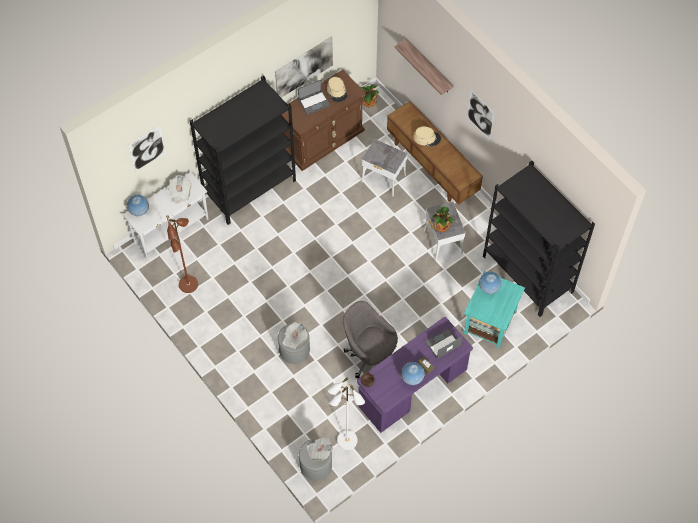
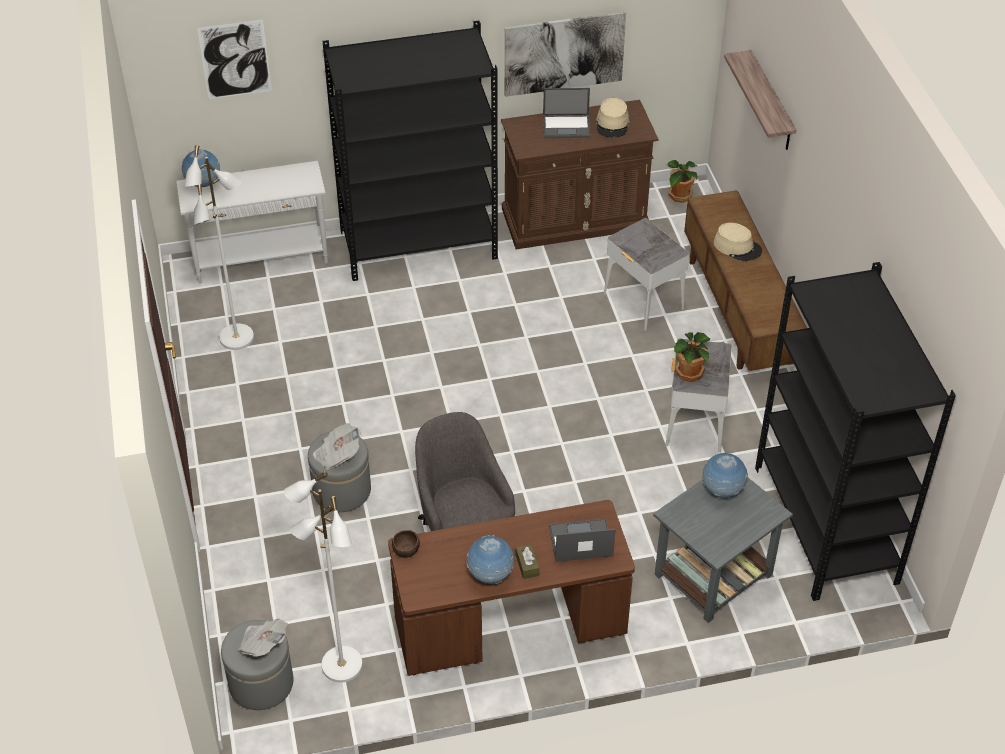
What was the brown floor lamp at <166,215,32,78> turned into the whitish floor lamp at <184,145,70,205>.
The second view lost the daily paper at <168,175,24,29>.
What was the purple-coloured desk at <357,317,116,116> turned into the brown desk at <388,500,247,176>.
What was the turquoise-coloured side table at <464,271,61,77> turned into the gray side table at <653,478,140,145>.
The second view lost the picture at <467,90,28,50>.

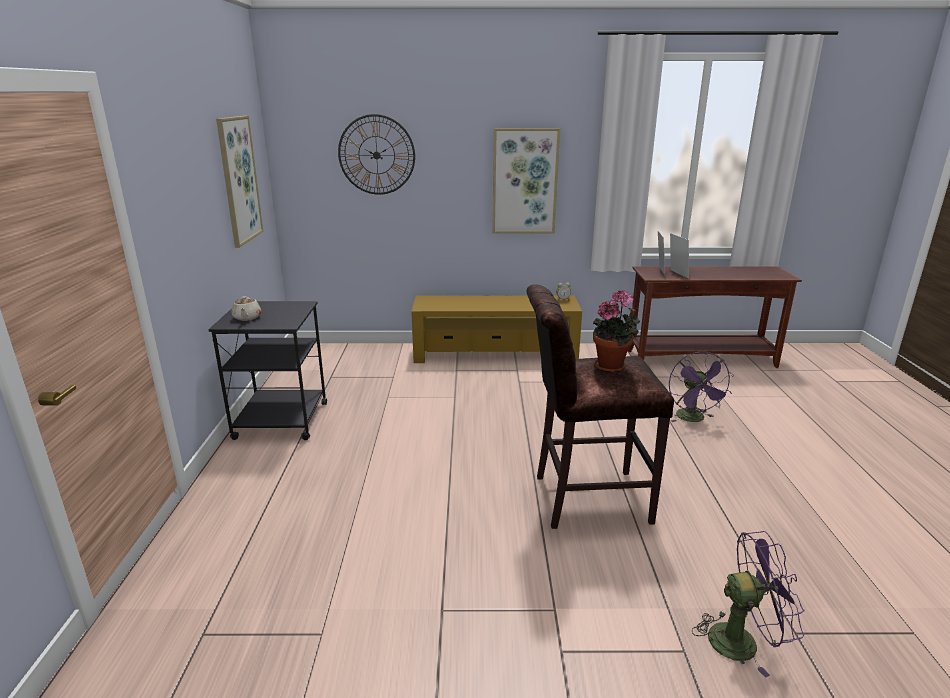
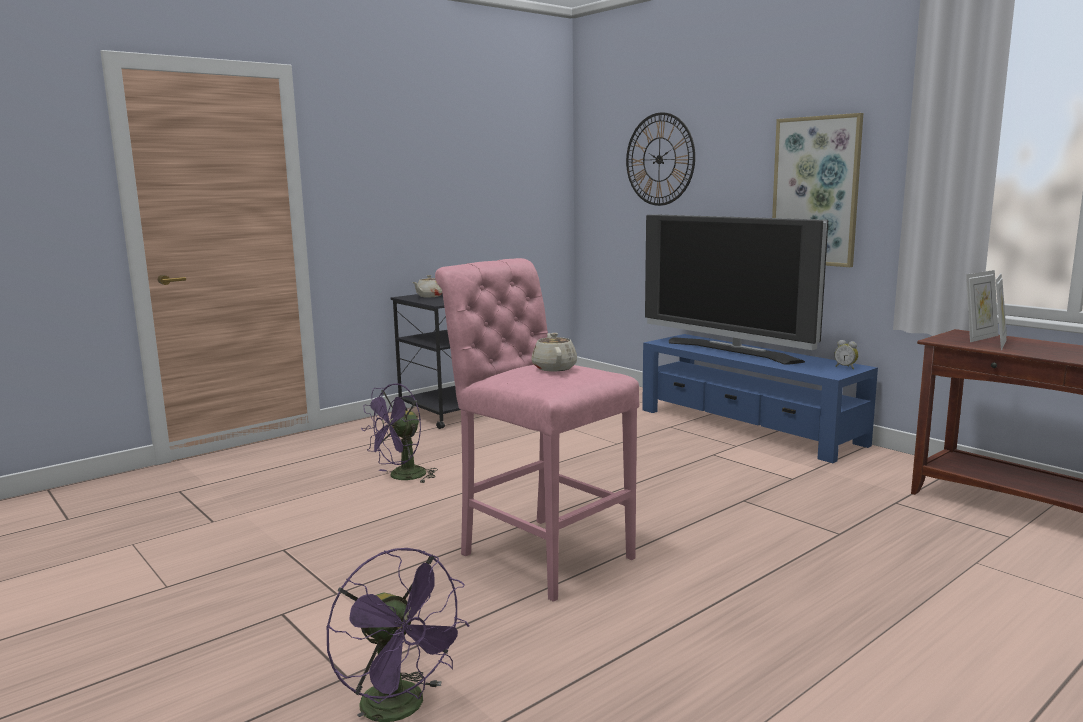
The second view lost the picture at <216,116,48,132>.
What was the yellow-coloured tv unit at <411,295,171,68> turned into the bluish tv unit at <642,334,236,129>.
What was the brown stool seat at <527,284,147,245> turned into the pink stool seat at <435,258,204,344>.
Where the potted plant stood at <593,290,47,83>, the beige teapot came to stand at <531,333,46,38>.
The purple-coloured electric fan ended up elsewhere, having gone from <669,351,65,71> to <361,383,77,100>.
The second view gained the television at <645,214,183,151>.

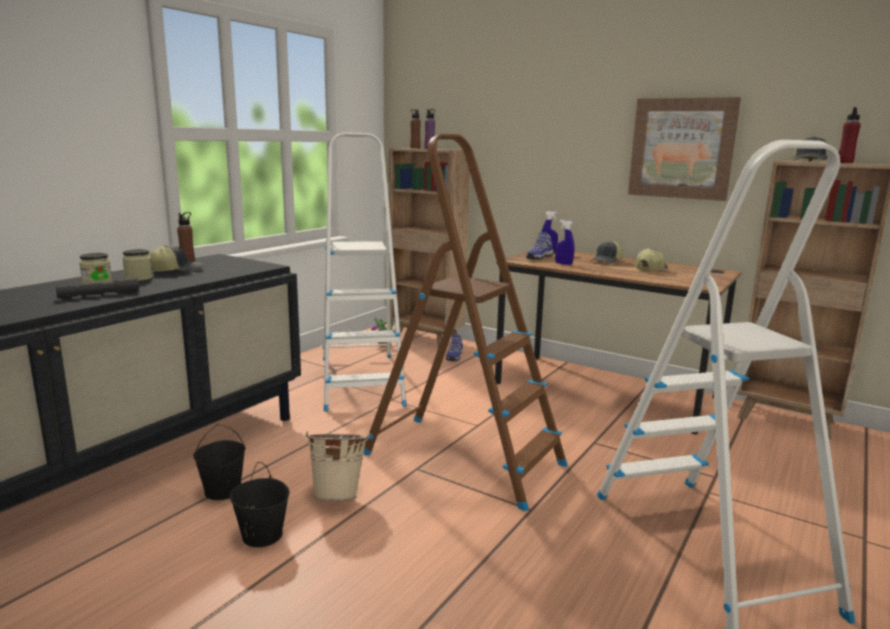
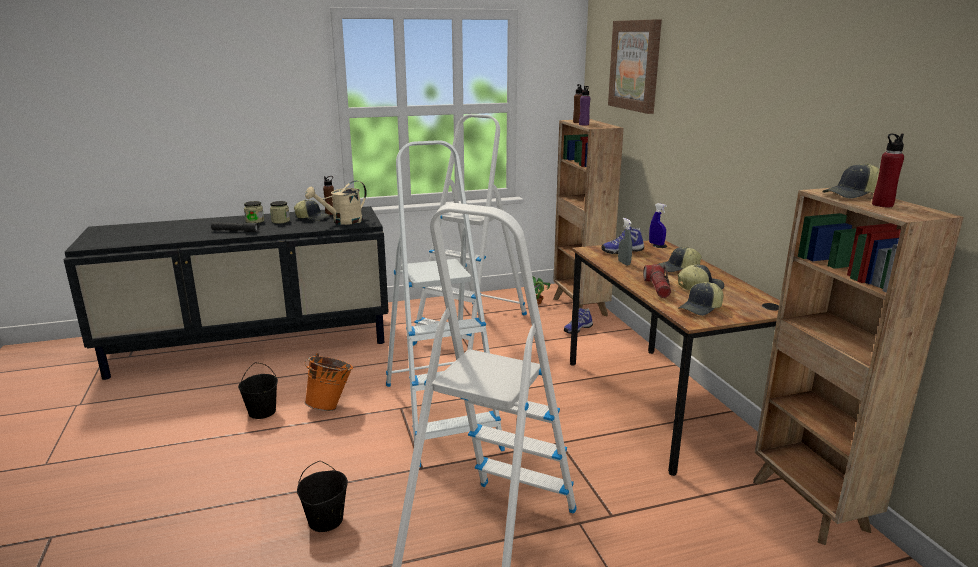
The black pail ended up elsewhere, having gone from <193,424,53,76> to <297,461,51,71>.
What was the beige pail at <305,431,65,70> turned into the orange-coloured pail at <305,353,48,58>.
What was the brown stepladder at <364,134,204,377> turned into the whitish stepladder at <386,140,119,327>.
What was the bluish sprayer at <555,220,19,45> turned into the gray sprayer at <618,218,14,48>.
The picture ended up elsewhere, having gone from <628,97,113,104> to <608,19,54,95>.
The second view gained the beige watering can at <305,181,62,44>.
The second view gained the torch at <643,264,28,34>.
The second view gained the peaked cap at <679,282,45,34>.

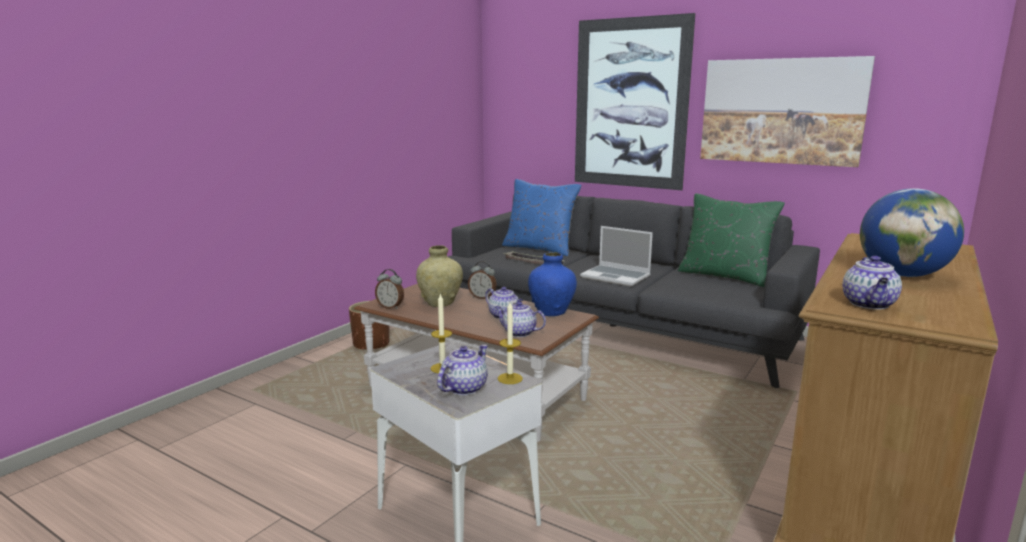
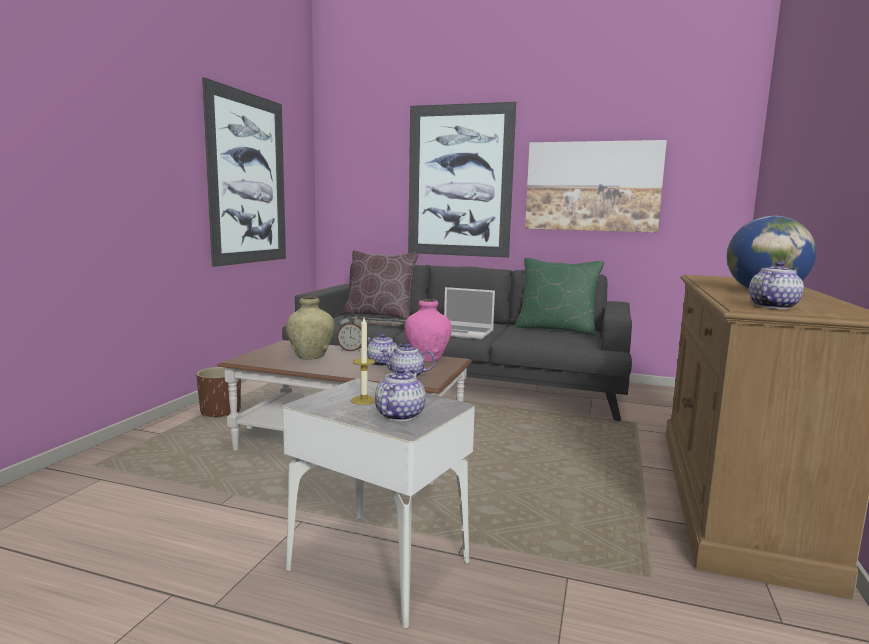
The second view lost the alarm clock at <375,269,29,40>.
The second view lost the wax candle at <498,302,25,82>.
What was the bluish cushion at <502,179,80,77> turned into the brown cushion at <342,250,77,69>.
What was the bluish flower vase at <528,252,49,64> turned into the pink flower vase at <404,299,48,63>.
The teapot at <842,256,60,54> ended up facing another way, 135 degrees counterclockwise from before.
The second view gained the picture at <202,77,84,190>.

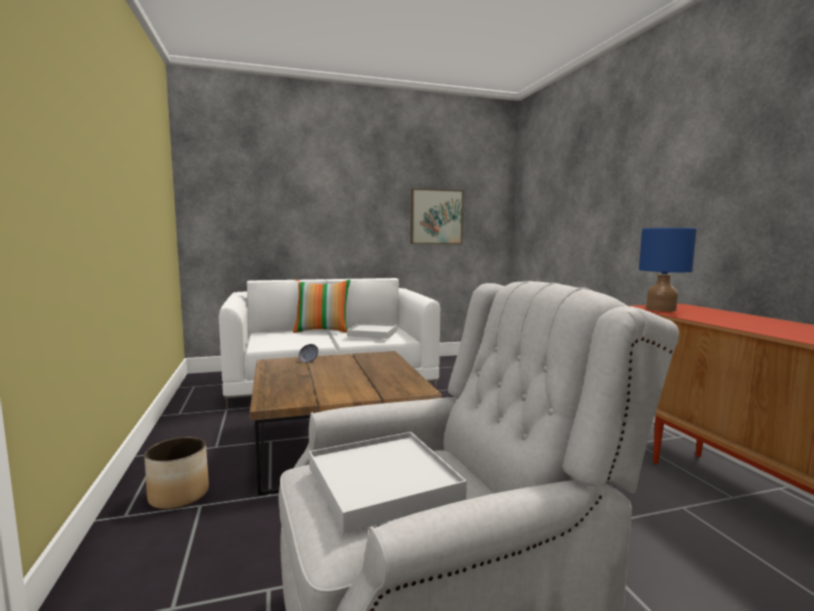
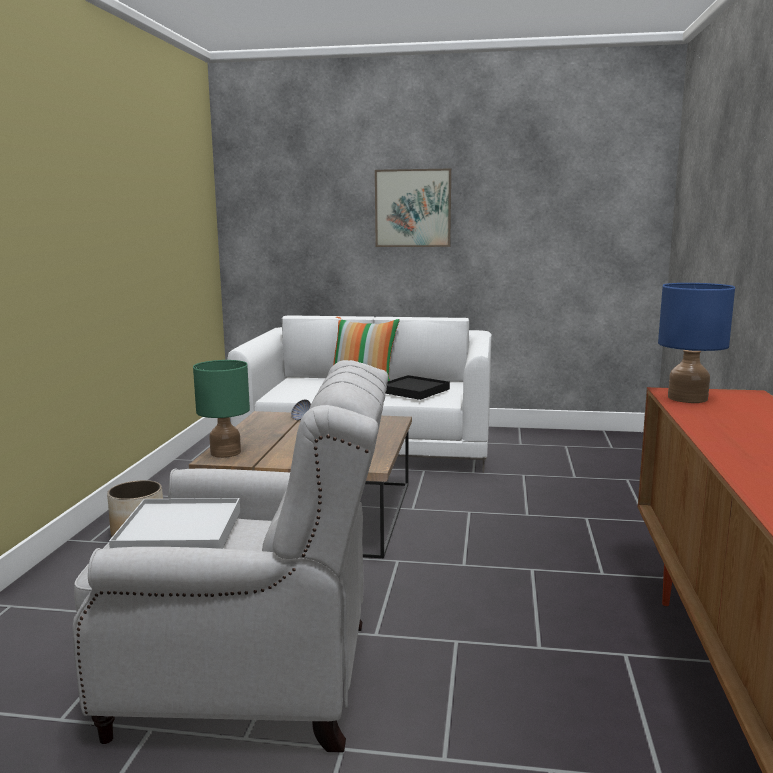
What was the whitish carrying tray at <347,323,51,16> turned into the black carrying tray at <385,375,65,25>.
The picture ended up elsewhere, having gone from <411,188,53,56> to <375,168,76,79>.
The second view gained the green-coloured lamp for a table at <193,360,57,98>.

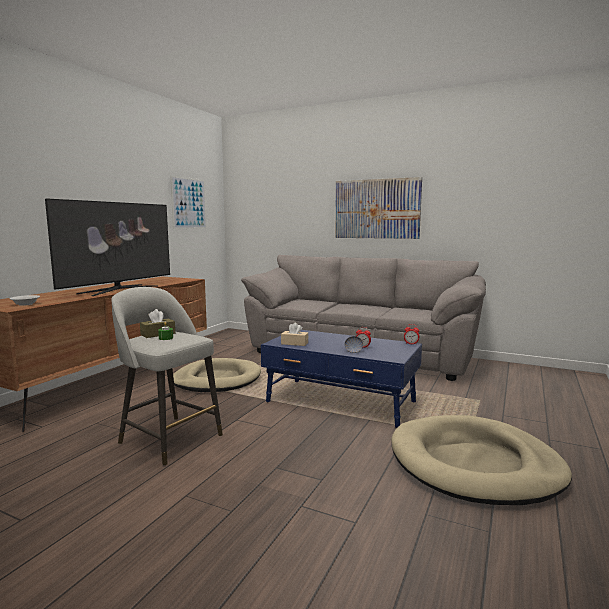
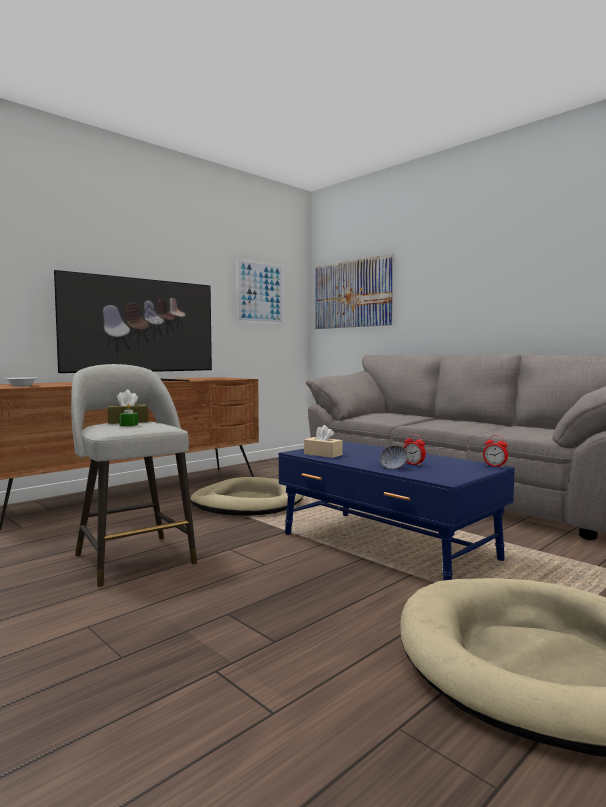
The picture ended up elsewhere, having gone from <335,177,87,62> to <315,254,78,75>.

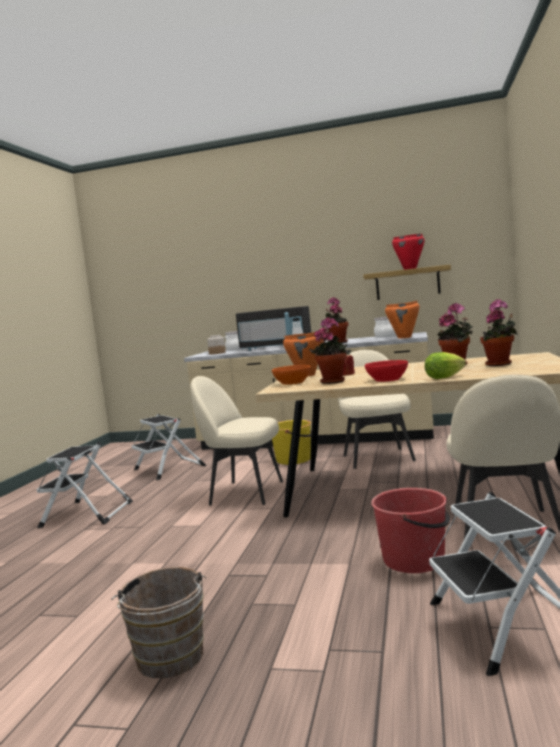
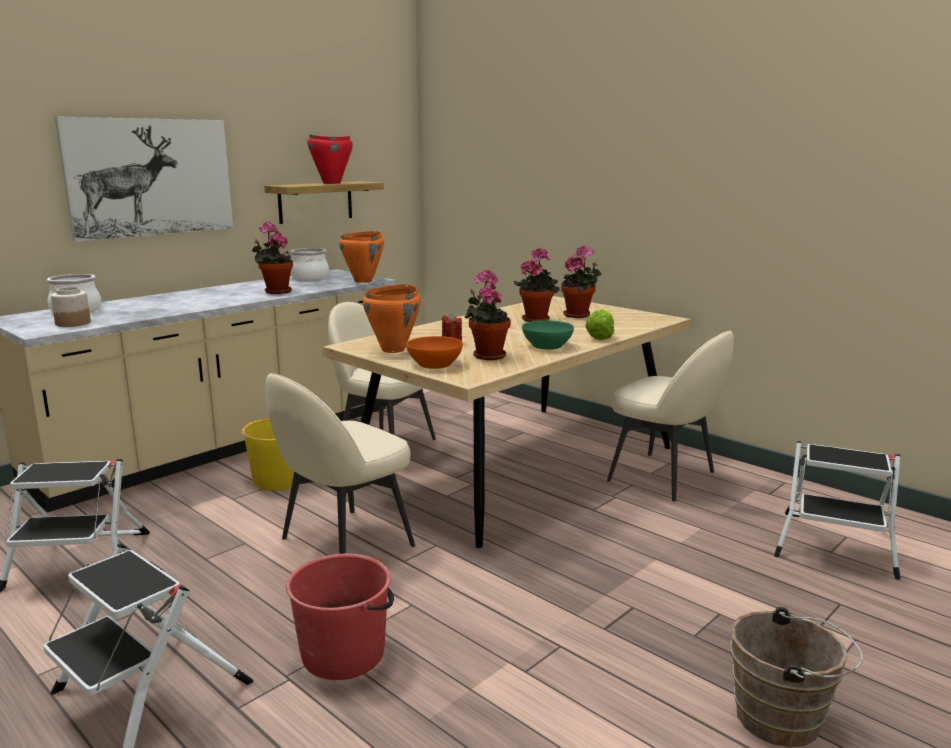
The second view lost the black microwave at <236,306,75,45>.
What was the red serving bowl at <365,360,43,22> turned into the green-coloured serving bowl at <522,320,52,30>.
The red pail ended up elsewhere, having gone from <371,488,79,85> to <286,554,108,126>.
The second view gained the picture at <55,117,178,125>.

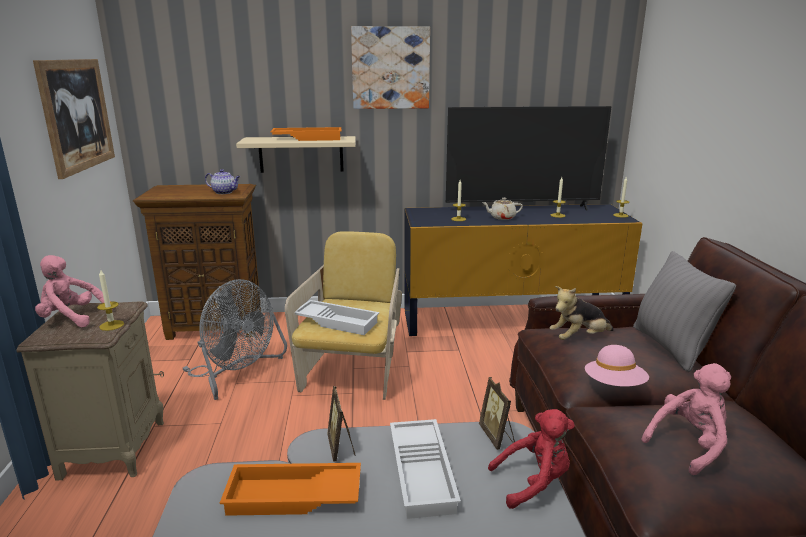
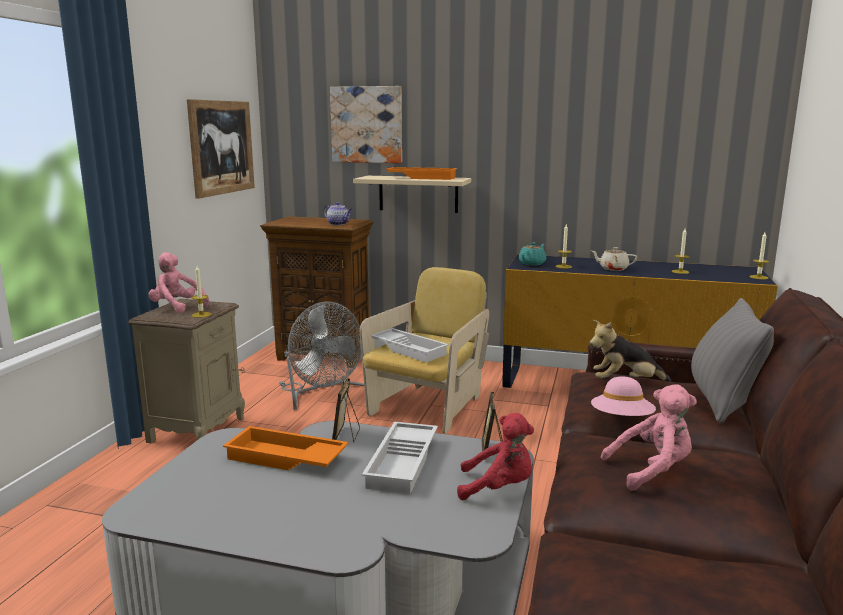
The picture ended up elsewhere, having gone from <351,26,79,83> to <330,86,72,77>.
The second view lost the television at <446,106,166,107>.
The second view gained the turquoise-coloured teapot at <519,242,27,23>.

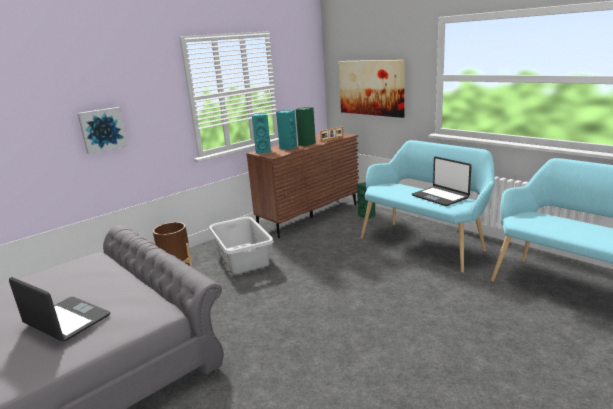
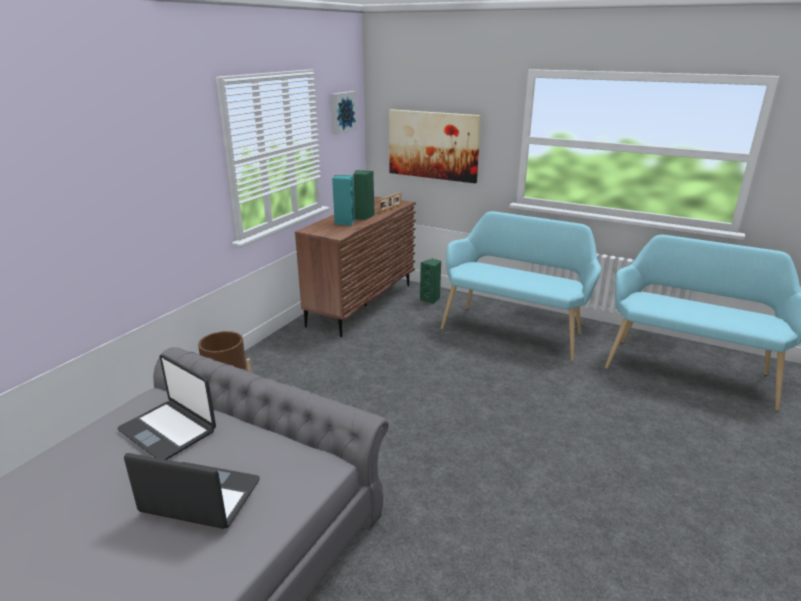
The picture ended up elsewhere, having gone from <77,107,51,47> to <331,91,26,44>.
The second view lost the gray washing basket at <209,217,65,57>.
The second view lost the turquoise-coloured loudspeaker at <252,113,19,41>.
The laptop ended up elsewhere, having gone from <412,157,59,49> to <118,354,98,106>.

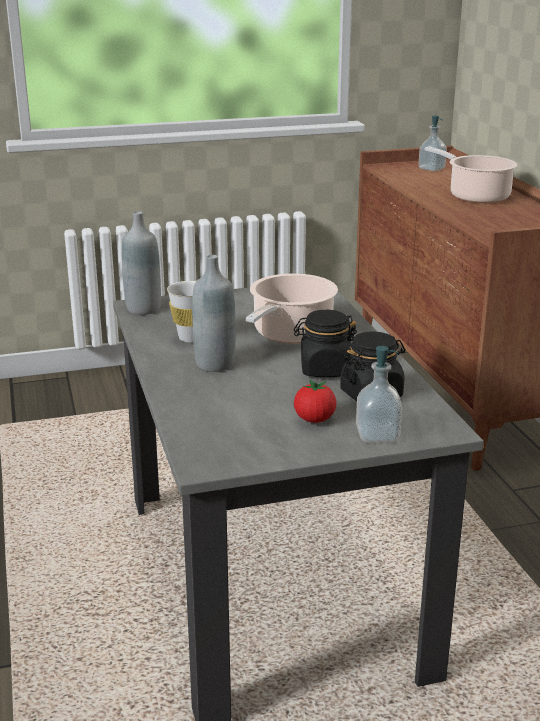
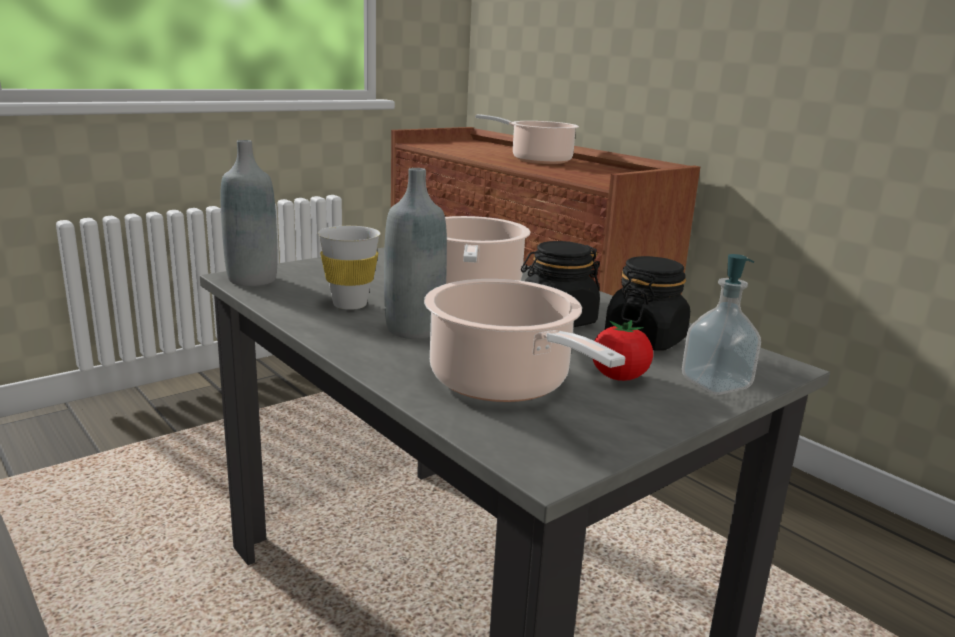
The second view lost the soap dispenser at <418,116,29,55>.
The second view gained the stockpot at <424,279,201,123>.

